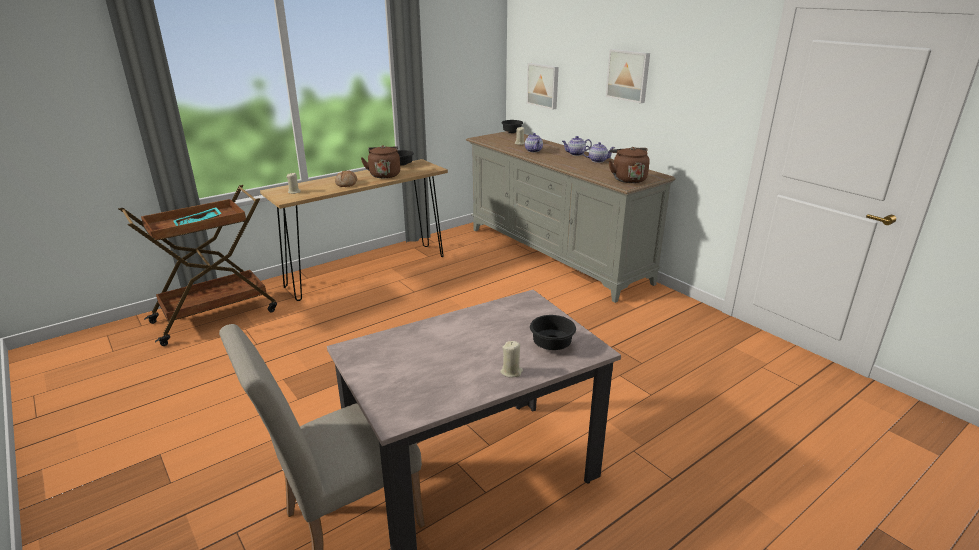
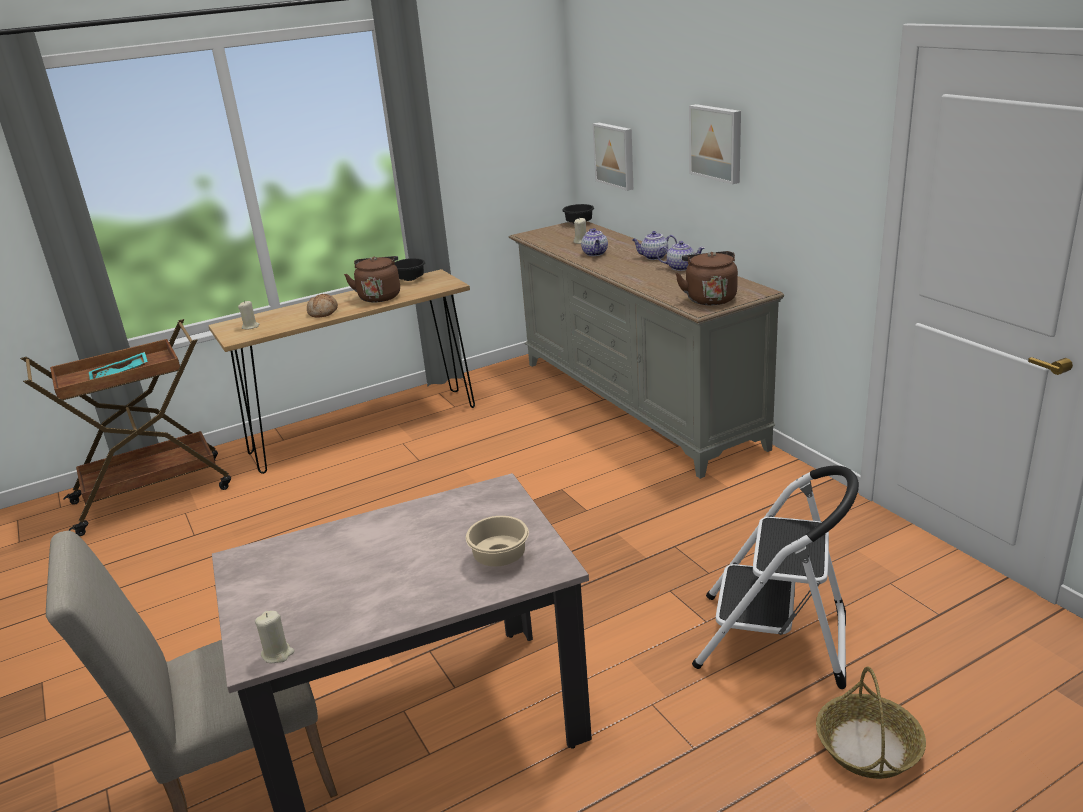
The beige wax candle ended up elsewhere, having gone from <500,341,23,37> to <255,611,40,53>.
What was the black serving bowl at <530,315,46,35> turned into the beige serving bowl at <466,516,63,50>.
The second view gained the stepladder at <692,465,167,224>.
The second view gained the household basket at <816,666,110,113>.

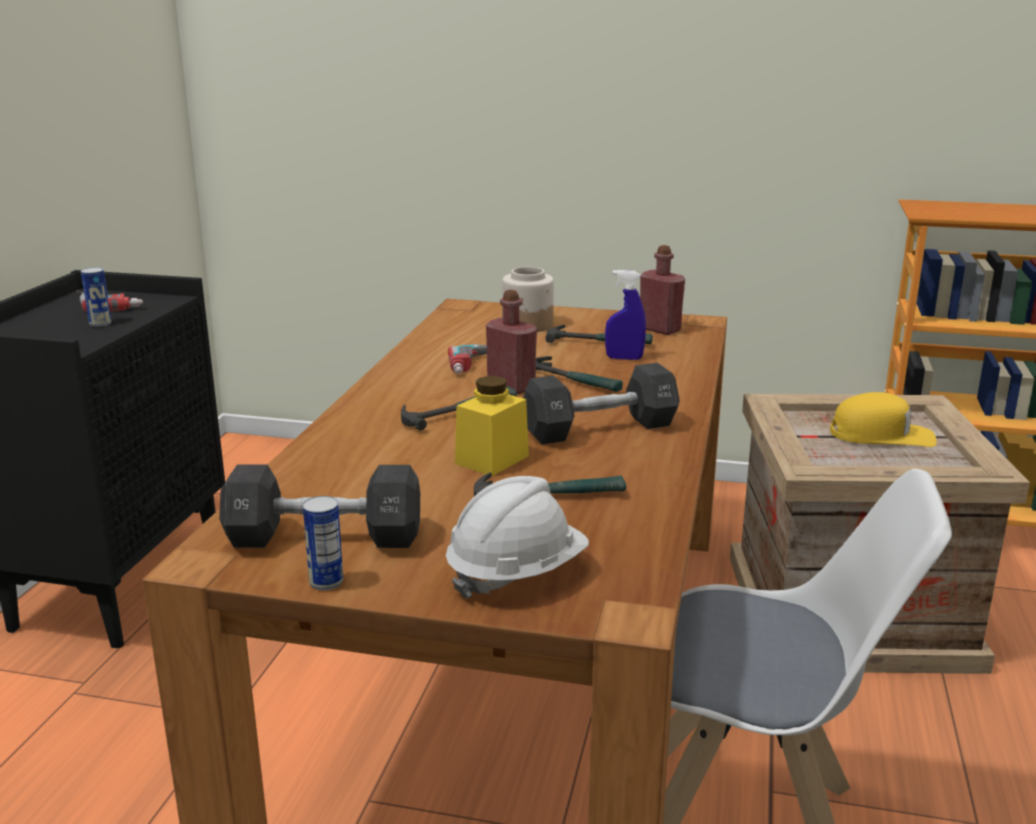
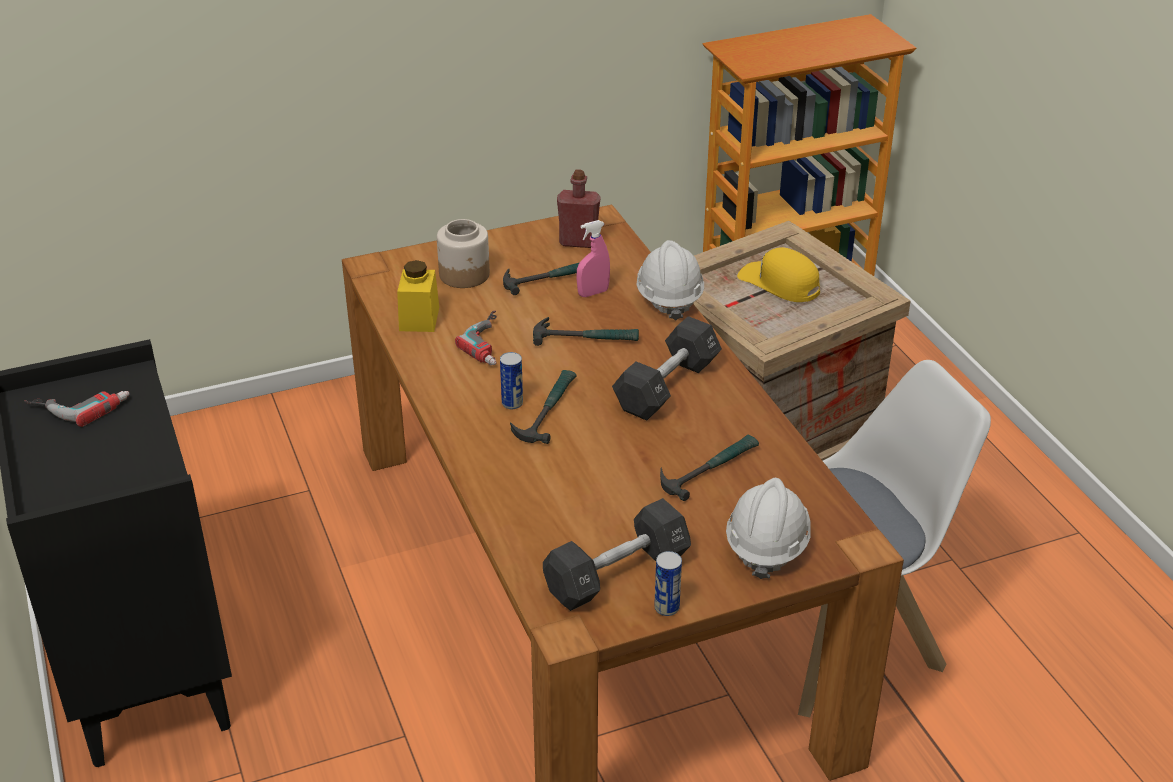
The sealed can ended up elsewhere, having gone from <81,267,30,60> to <500,352,23,57>.
The yellow-coloured preserve jar ended up elsewhere, having gone from <455,376,74,100> to <397,260,42,72>.
The second view lost the red beverage bottle at <486,290,51,104>.
What was the bluish sprayer at <605,270,41,90> turned into the pink sprayer at <576,220,34,77>.
The yellow-coloured peaked cap at <830,392,107,55> ended up facing another way, 105 degrees counterclockwise from before.
The second view gained the whitish hard hat at <636,240,68,80>.

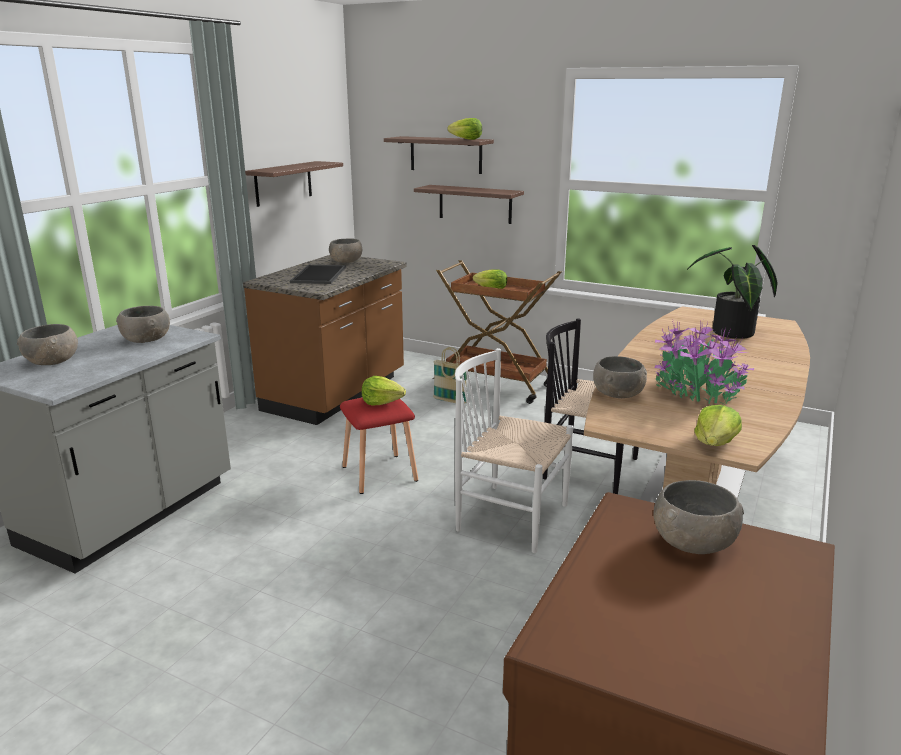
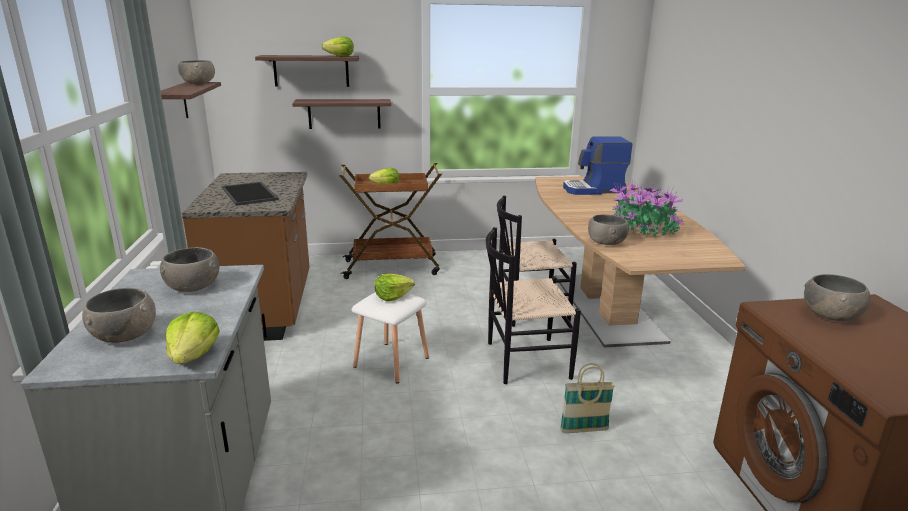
The gray serving bowl ended up elsewhere, having gone from <329,238,33,25> to <178,60,37,24>.
What was the red stool seat at <340,397,78,97> turned into the whitish stool seat at <352,292,77,92>.
The household basket ended up elsewhere, having gone from <433,347,34,56> to <560,363,55,70>.
What was the whitish upright chair at <455,348,118,205> turned into the black upright chair at <486,227,95,157>.
Where the potted plant stood at <687,245,91,94>, the coffee maker came to stand at <563,136,69,59>.
The lettuce head ended up elsewhere, having gone from <694,405,48,41> to <166,312,54,52>.

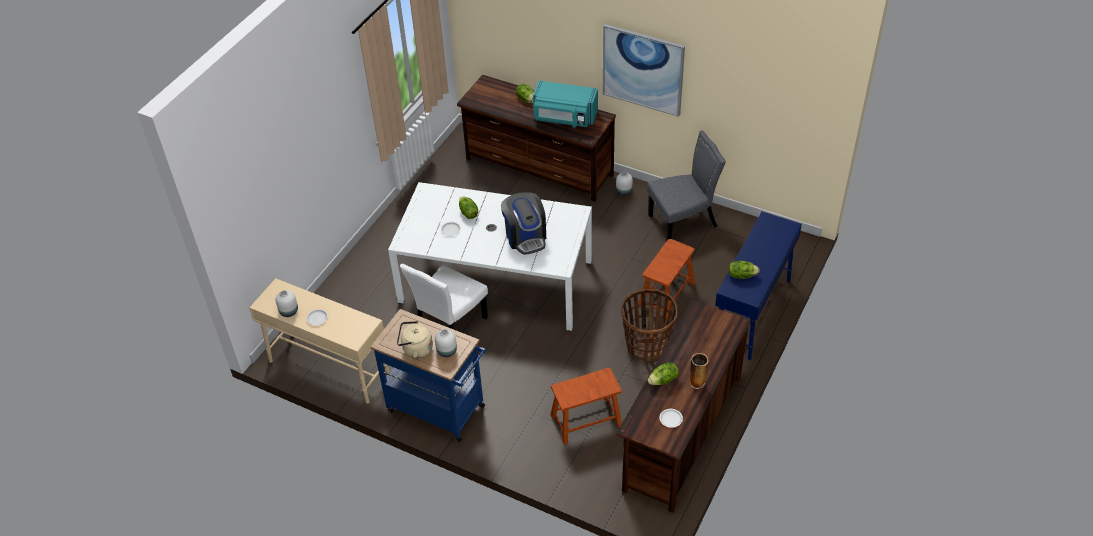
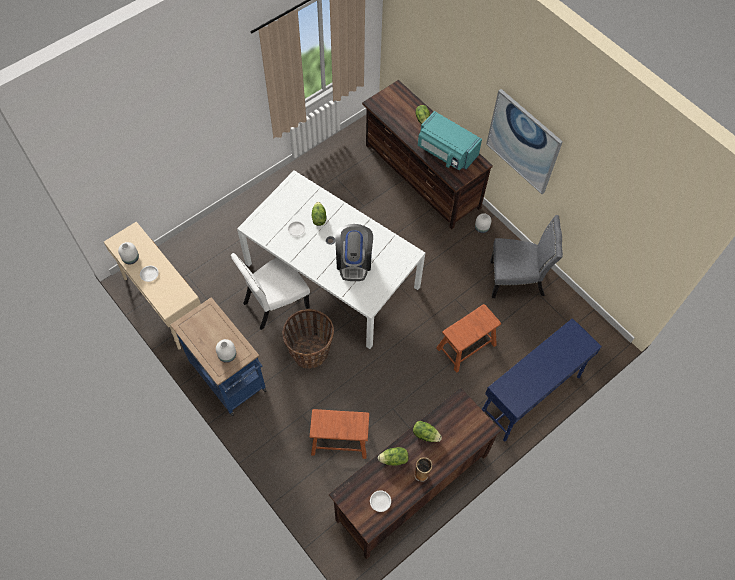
The second view lost the beige water kettle at <397,321,36,37>.
The household basket ended up elsewhere, having gone from <621,289,57,73> to <282,309,52,60>.
The lettuce head ended up elsewhere, having gone from <728,261,32,18> to <413,421,29,21>.

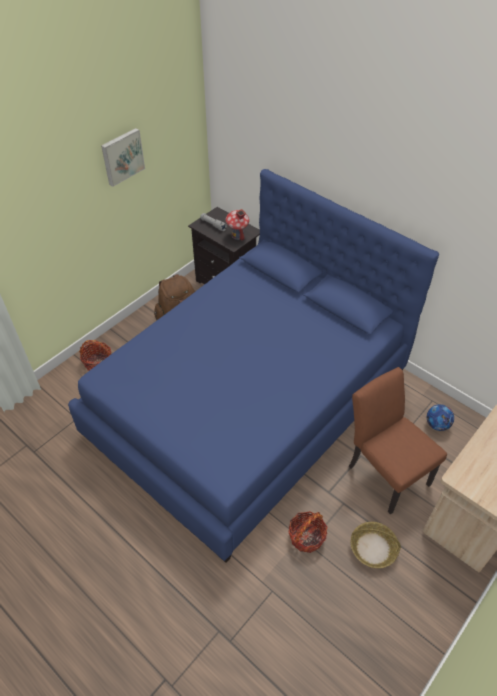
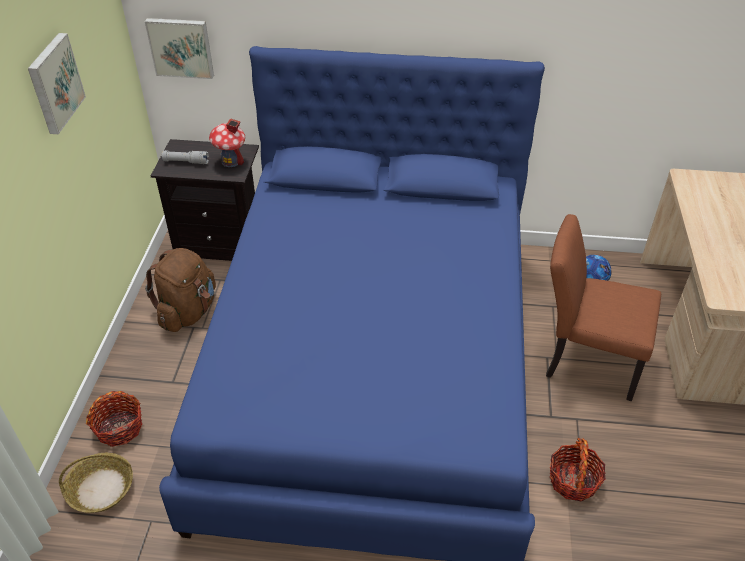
The household basket ended up elsewhere, having gone from <351,522,50,46> to <59,453,74,60>.
The second view gained the picture at <145,18,69,61>.

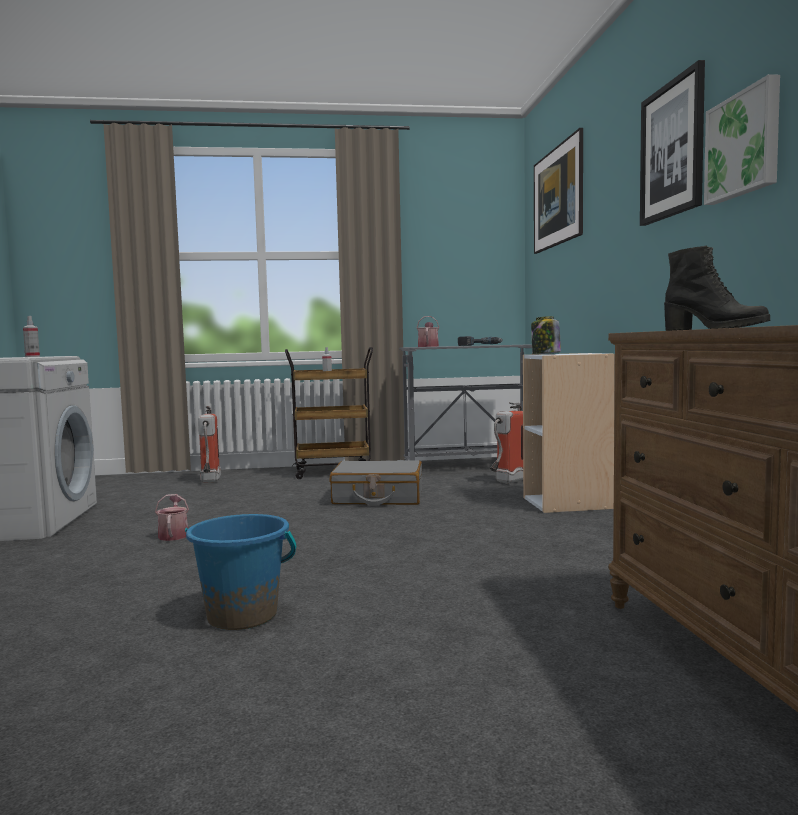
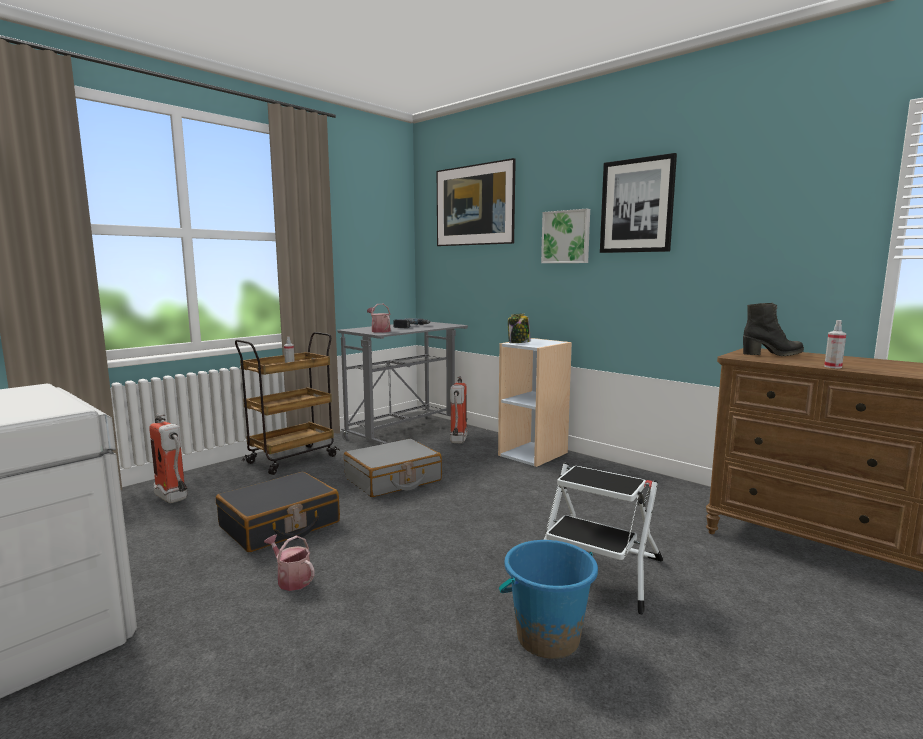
The sprayer ended up elsewhere, having gone from <23,316,17,41> to <824,320,22,48>.
The picture ended up elsewhere, having gone from <704,74,76,131> to <541,209,49,54>.
The second view gained the black piece of luggage at <216,472,124,80>.
The second view gained the stepladder at <544,462,119,152>.

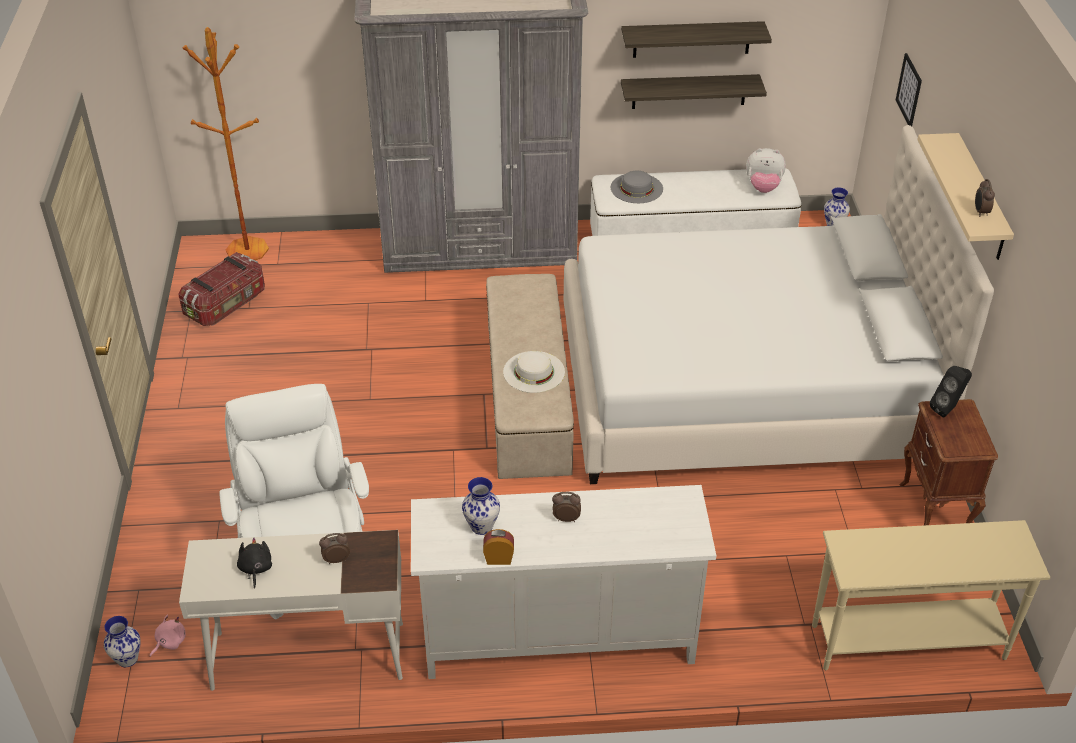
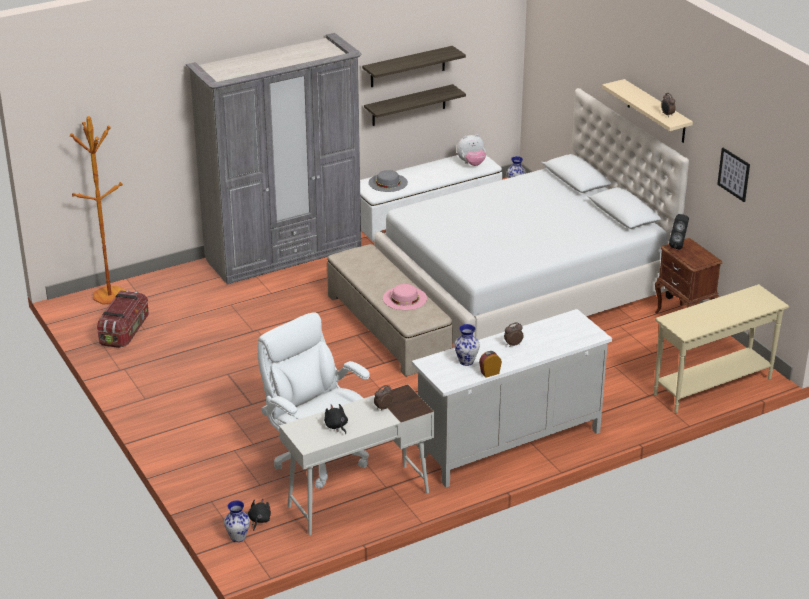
What was the pink soft toy at <150,615,36,42> turned into the black soft toy at <248,499,23,32>.
What was the whitish wearable hat at <503,351,62,42> turned into the pink wearable hat at <383,284,44,26>.
The picture ended up elsewhere, having gone from <896,53,26,73> to <717,148,33,54>.

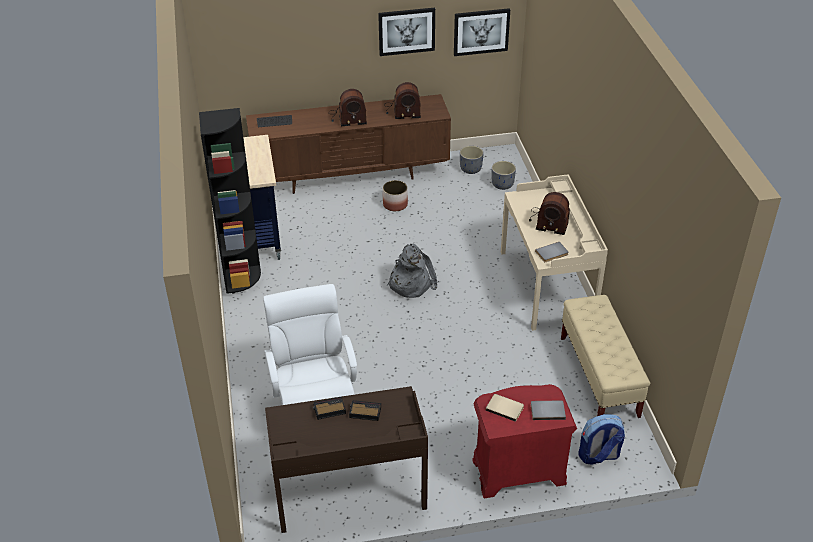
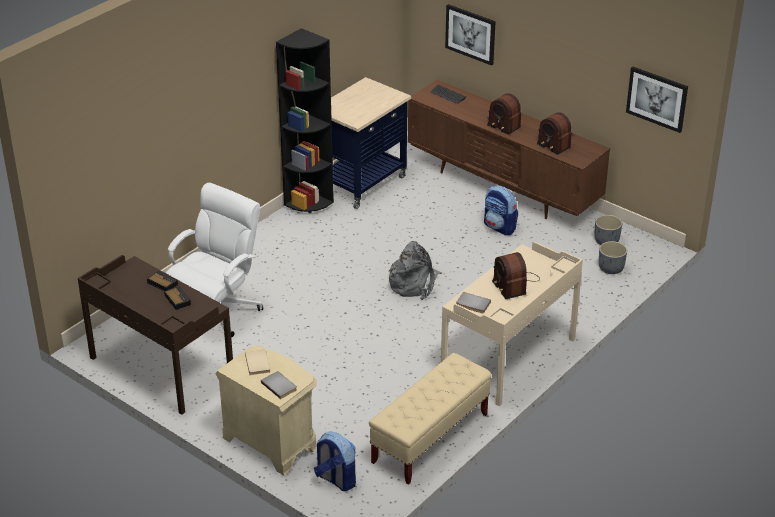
The picture ended up elsewhere, having gone from <378,8,57,48> to <445,4,51,62>.
Where the planter stood at <383,180,25,31>, the backpack came to stand at <484,186,34,49>.
What was the red night table at <472,384,105,114> turned into the beige night table at <215,346,102,130>.

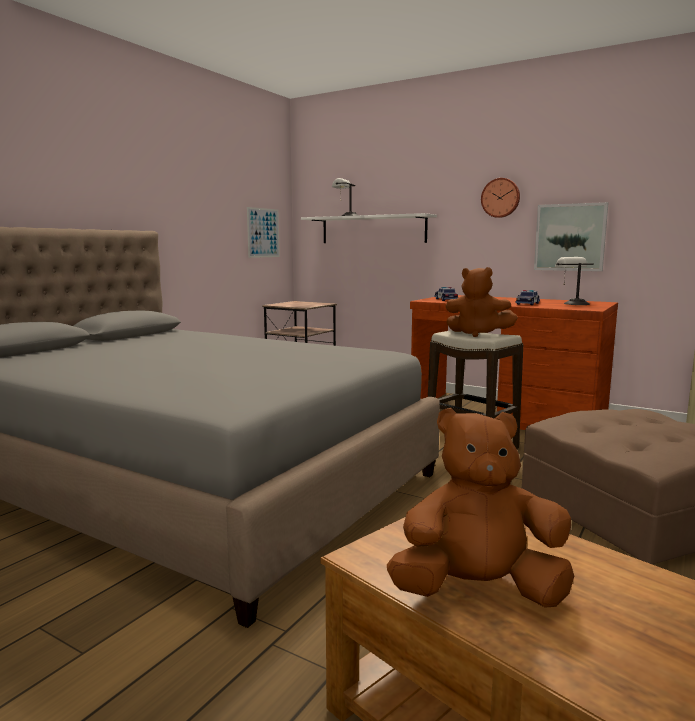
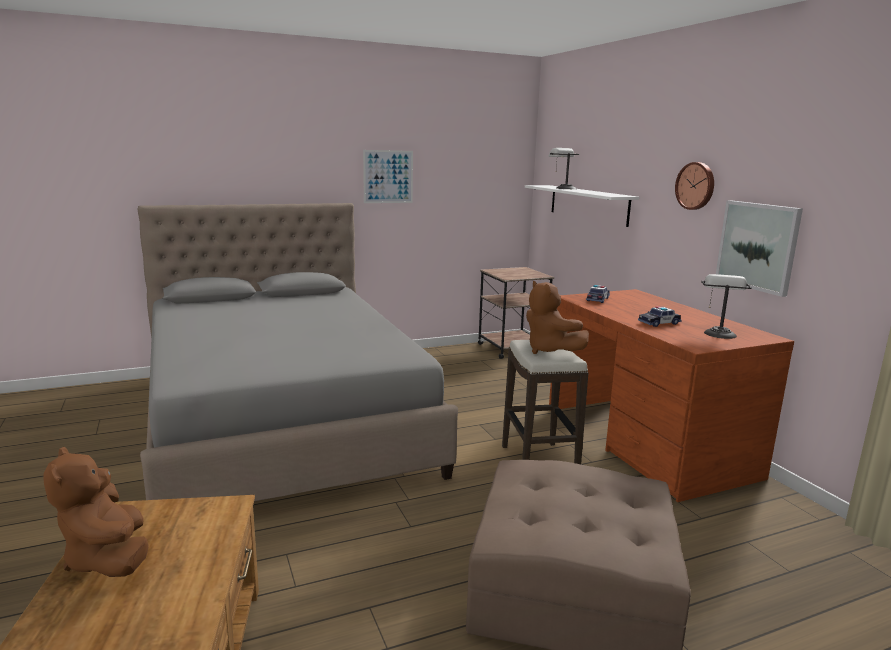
The picture ended up elsewhere, having gone from <247,207,33,51> to <363,150,50,53>.
The brown soft toy at <387,408,187,200> ended up facing another way, 150 degrees counterclockwise from before.

